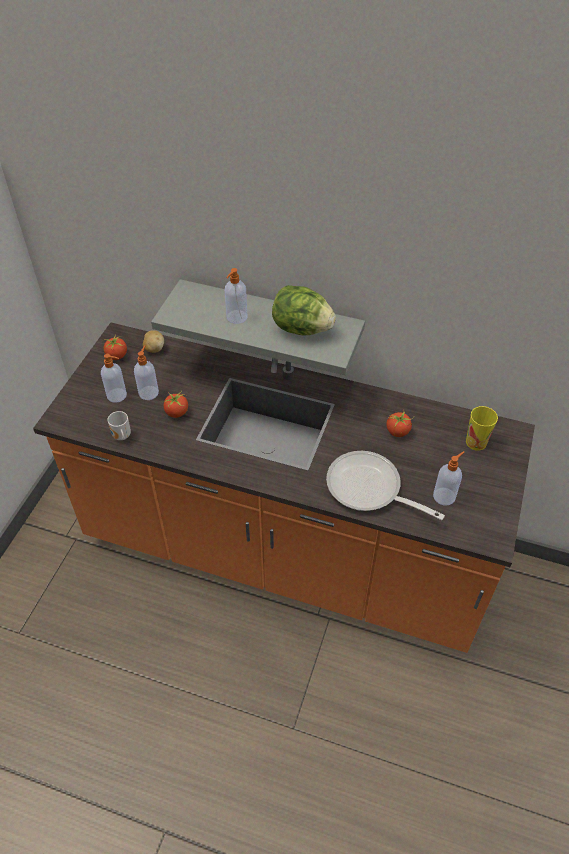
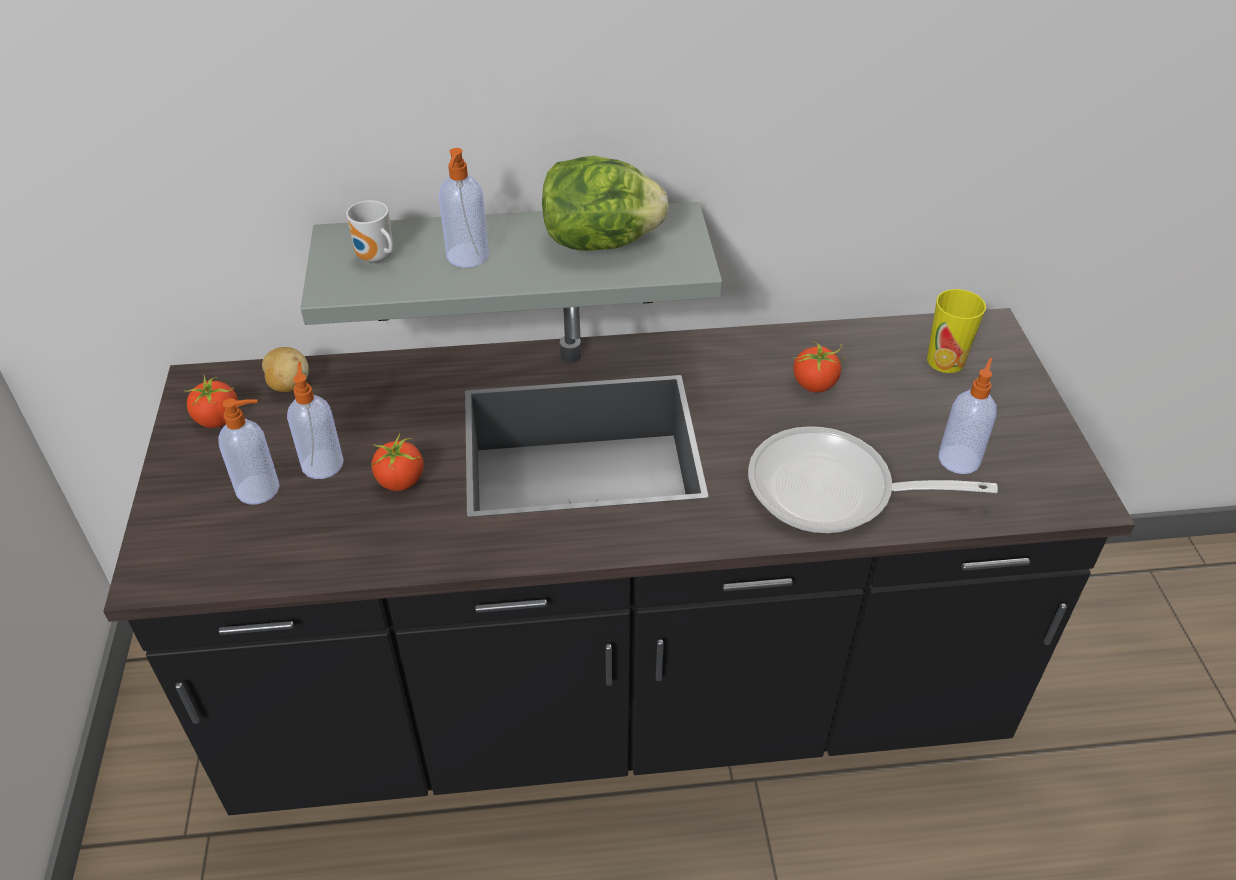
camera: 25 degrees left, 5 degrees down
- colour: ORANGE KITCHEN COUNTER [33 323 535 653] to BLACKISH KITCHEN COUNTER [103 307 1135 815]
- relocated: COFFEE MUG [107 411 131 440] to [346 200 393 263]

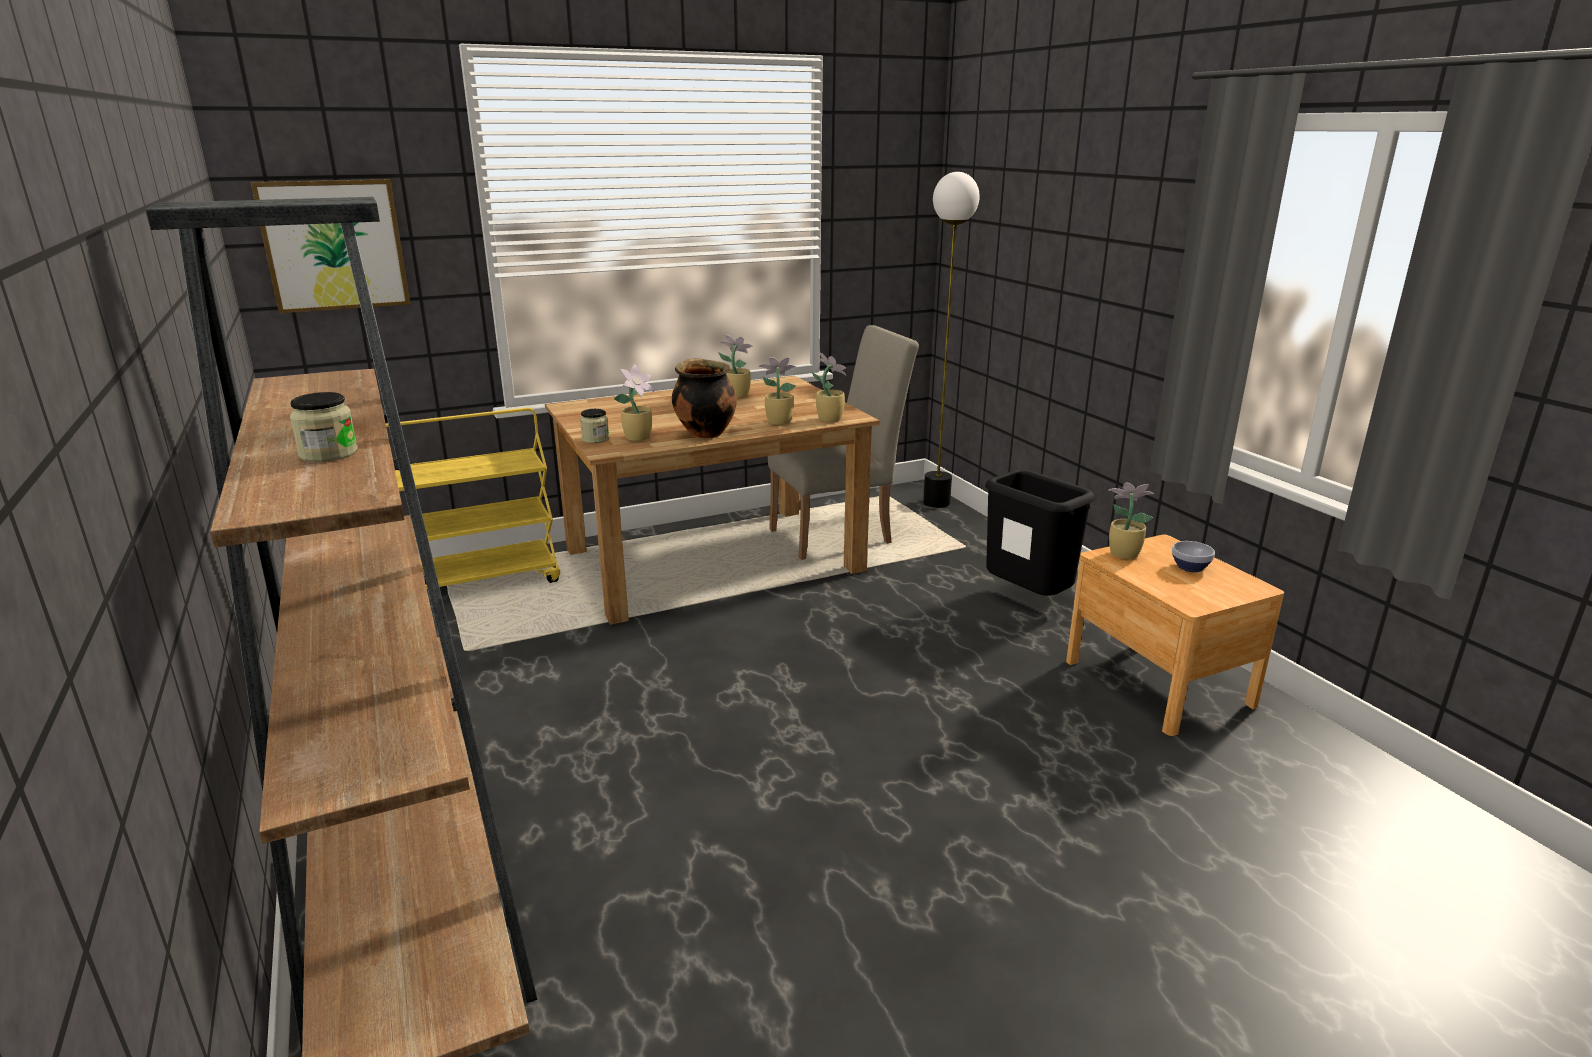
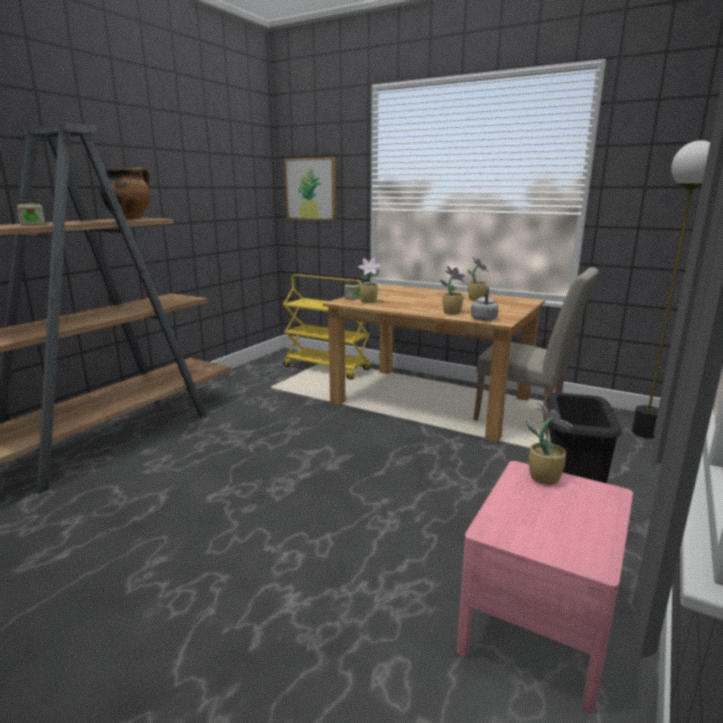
camera: 55 degrees right, 5 degrees down
- relocated: STOCKPOT [672 358 737 439] to [100 167 150 220]
- exchanged: HOUSEPLANT [811 352 846 422] to GREY TEA KETTLE [471 286 499 321]
- colour: BROWNISH NIGHT TABLE [1066 535 1284 736] to PINKISH NIGHT TABLE [457 461 633 713]
- missing: DEEP DISH [1172 541 1215 572]

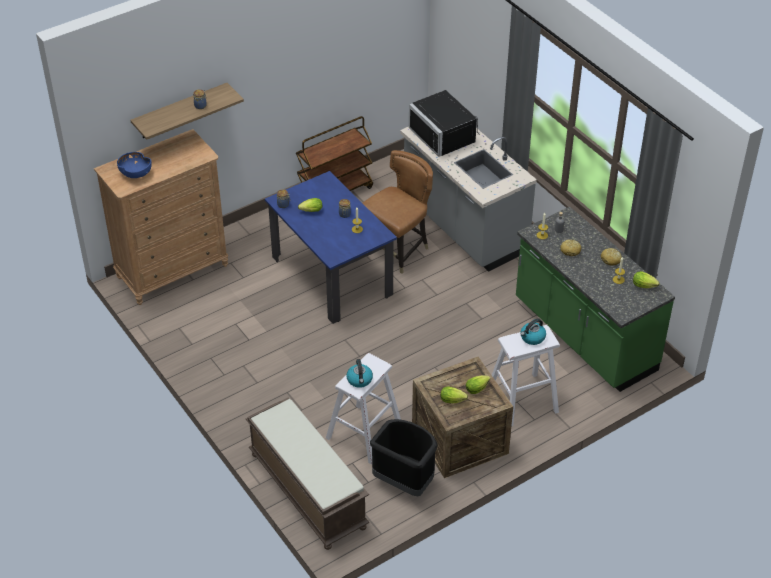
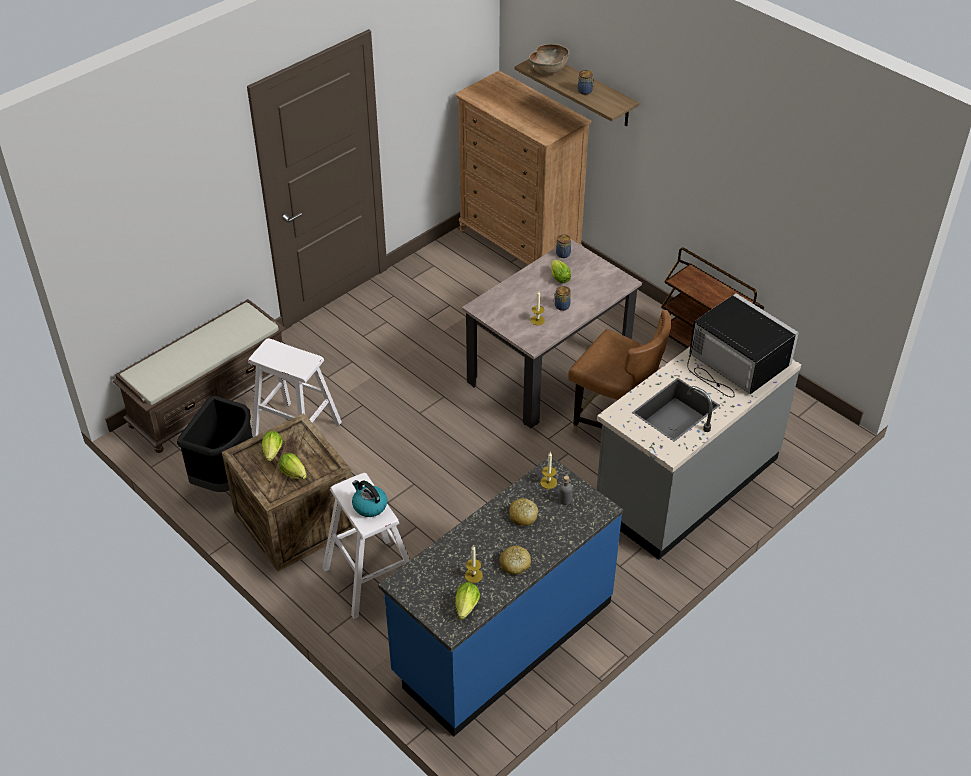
camera: 80 degrees right, 0 degrees up
- missing: BLUISH DEEP DISH [117 152 152 178]
- colour: BLUISH KITCHEN TABLE [265 171 397 324] to BEIGE-COLOURED KITCHEN TABLE [462 239 642 428]
- missing: TEA KETTLE [347 359 373 388]
- spun: BLACKISH MICROWAVE [409 90 480 157] = [687 293 799 398] 90 degrees clockwise
- colour: GREENISH KITCHEN COUNTER [516 207 675 392] to BLUISH KITCHEN COUNTER [378 457 623 736]
- appeared: BROWNISH DEEP DISH [529 44 569 74]

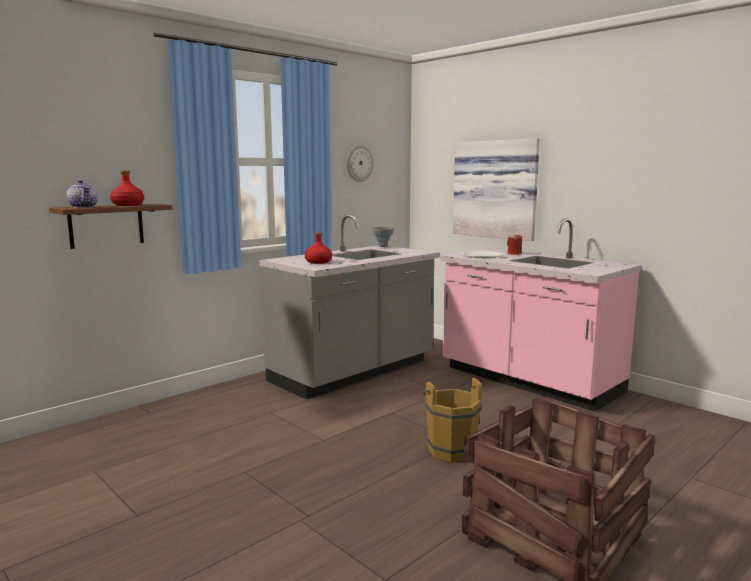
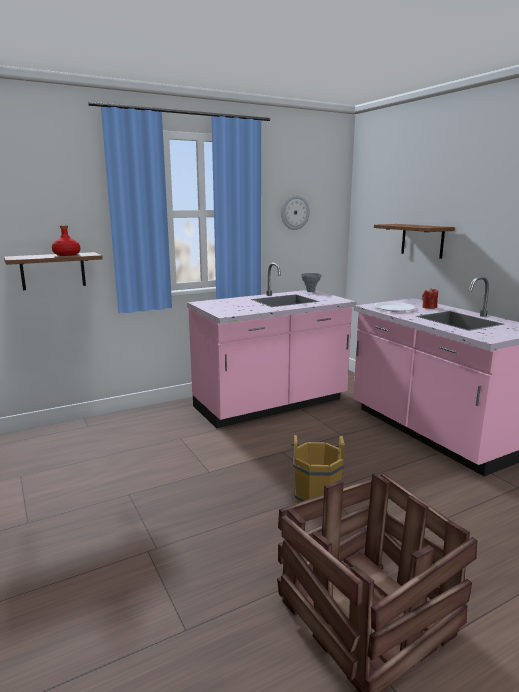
camera: 15 degrees right, 5 degrees up
- missing: TEAPOT [67 180 98 208]
- colour: GREY KITCHEN COUNTER [259 215 439 400] to PINKISH KITCHEN COUNTER [187 262 356 428]
- missing: REDDISH BEVERAGE BOTTLE [305 232 332 264]
- exchanged: PICTURE [453 139 540 241] to BROWNISH BRACKET SHELF [374 224 455 259]

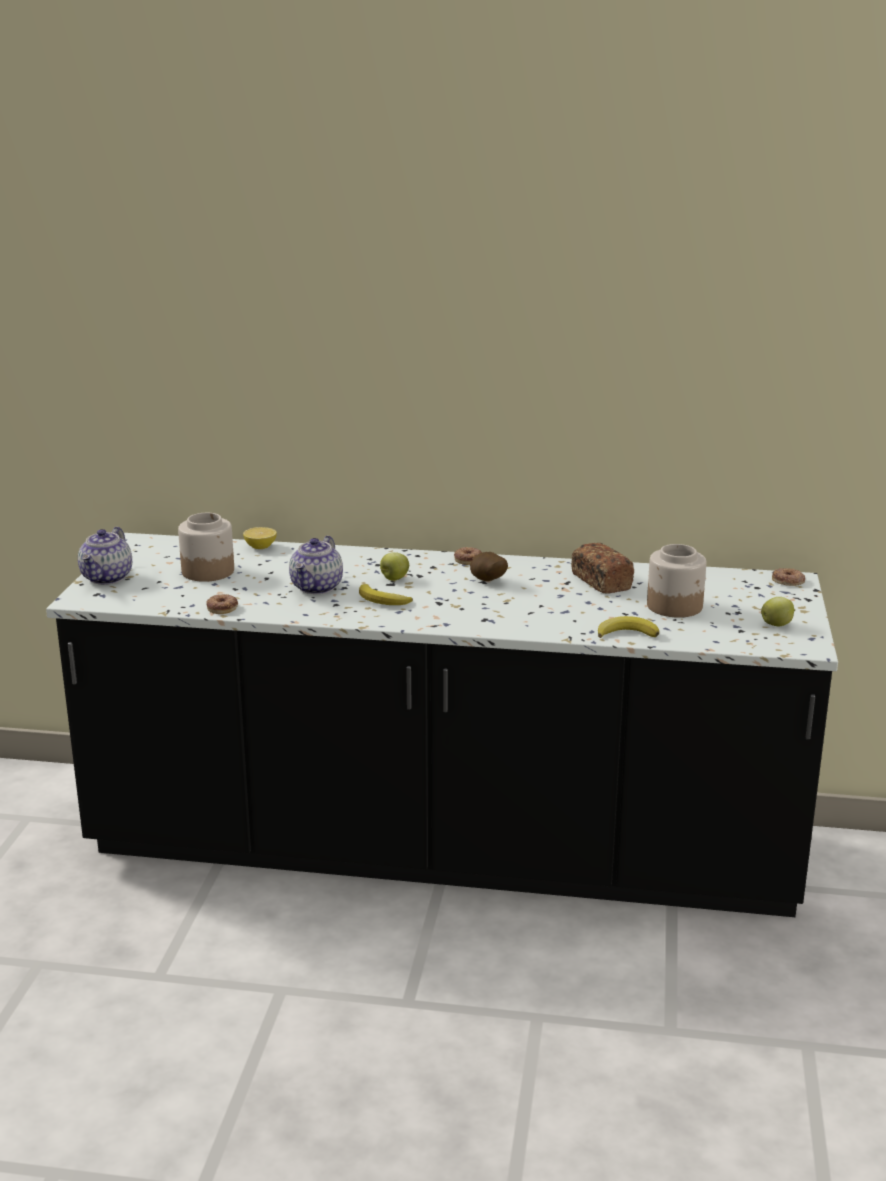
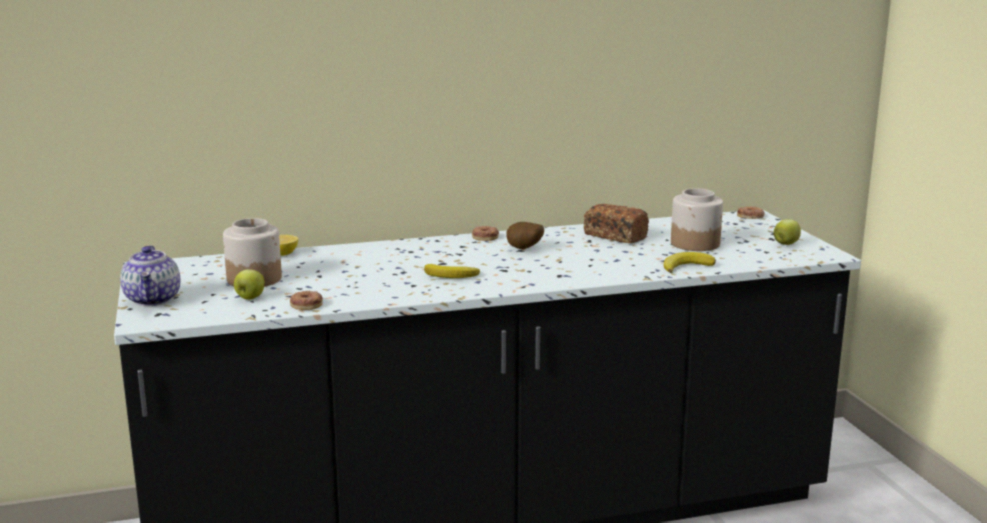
camera: 25 degrees left, 5 degrees down
- missing: TEAPOT [289 536 343 594]
- relocated: WHOLE APPLE [380 552 409 581] to [234 269 265 300]

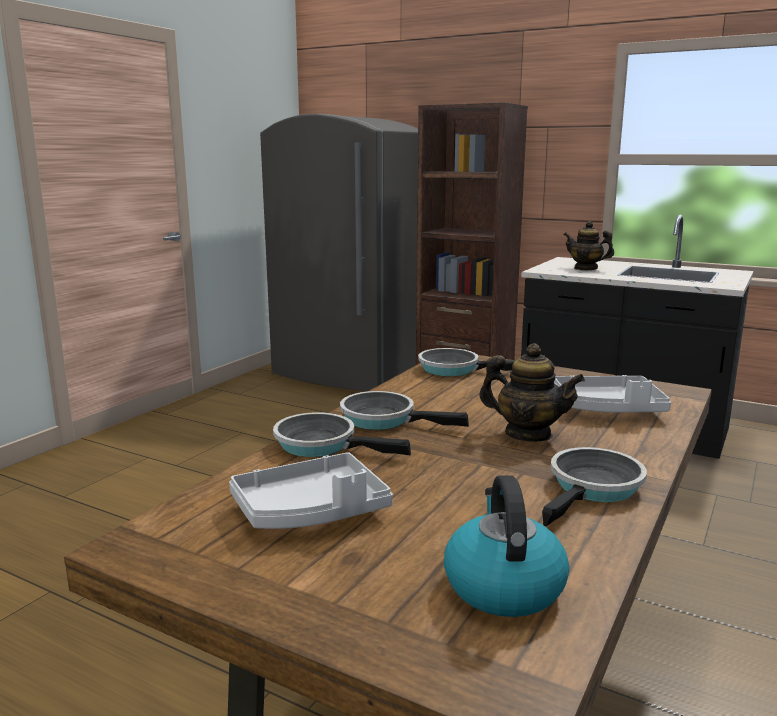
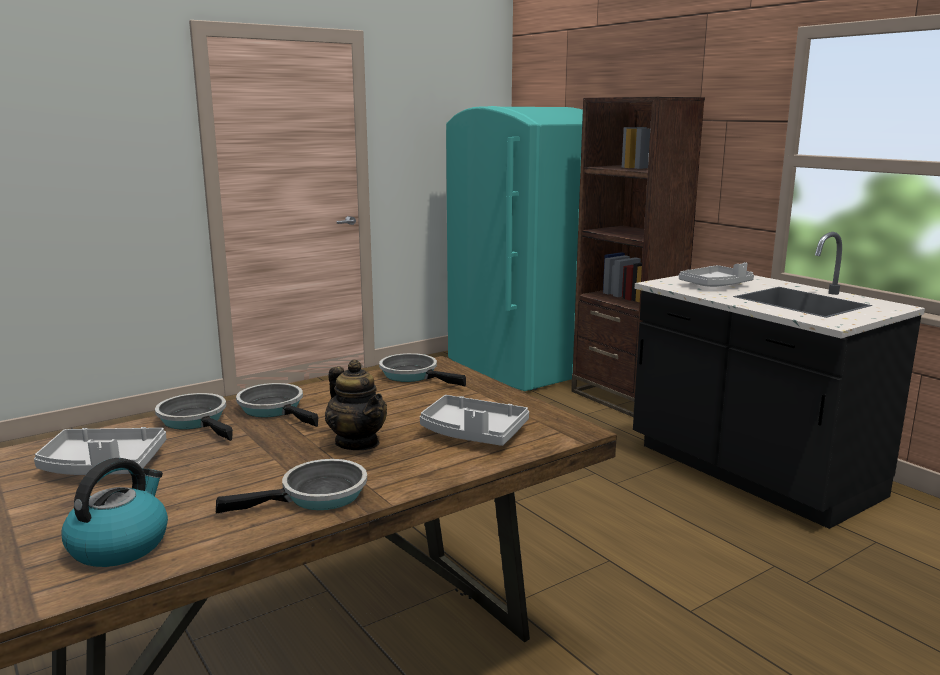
camera: 25 degrees right, 0 degrees up
- colour: GREY FRIDGE [260 114 418 391] to BLUE-GREEN FRIDGE [446 106 583 391]
- exchanged: TEAPOT [564 221 614 270] to GREY TRAY [679 262 754 287]

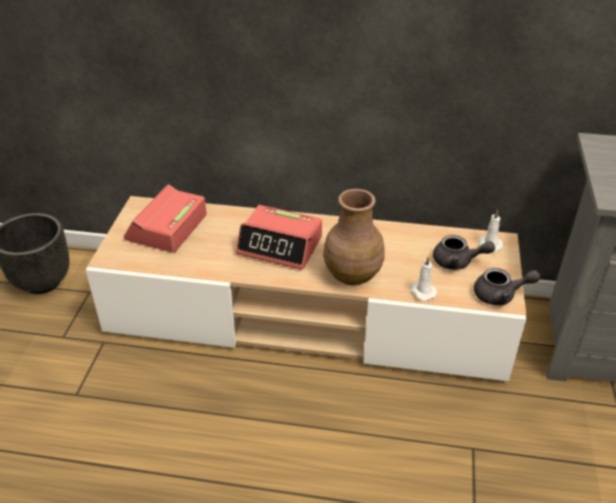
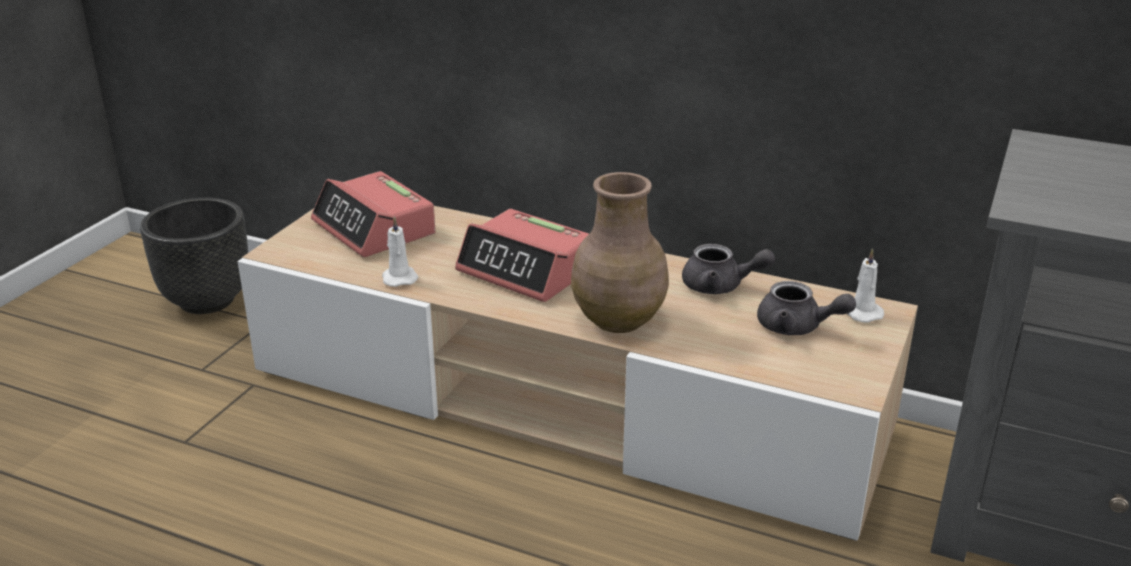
camera: 15 degrees right, 10 degrees down
- spun: BEDSIDE CLOCK [124 184 207 253] = [311 171 436 257] 75 degrees counterclockwise
- relocated: WHITE WAX LIGHT [410 256 437 301] to [382 216 419 287]
- relocated: GREY TEAPOT [474 268 541 305] to [682 244 775 294]

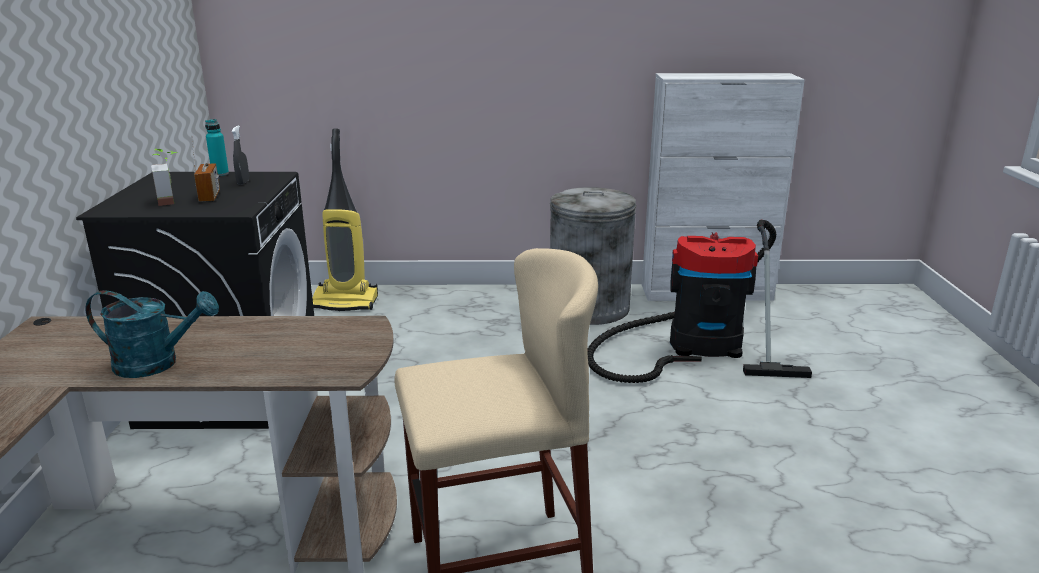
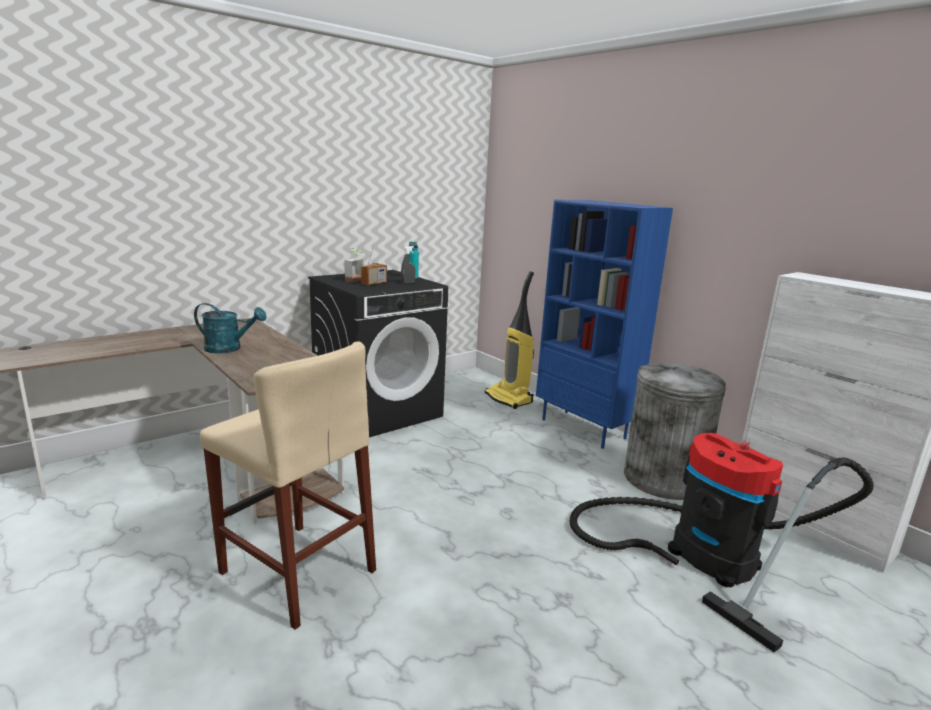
camera: 50 degrees right, 5 degrees down
- spun: BLUE-GREEN SPRINKLING CAN [86 290 219 378] = [194 303 267 353] 45 degrees counterclockwise
- appeared: BLUISH SHELVING UNIT [536 200 673 449]

